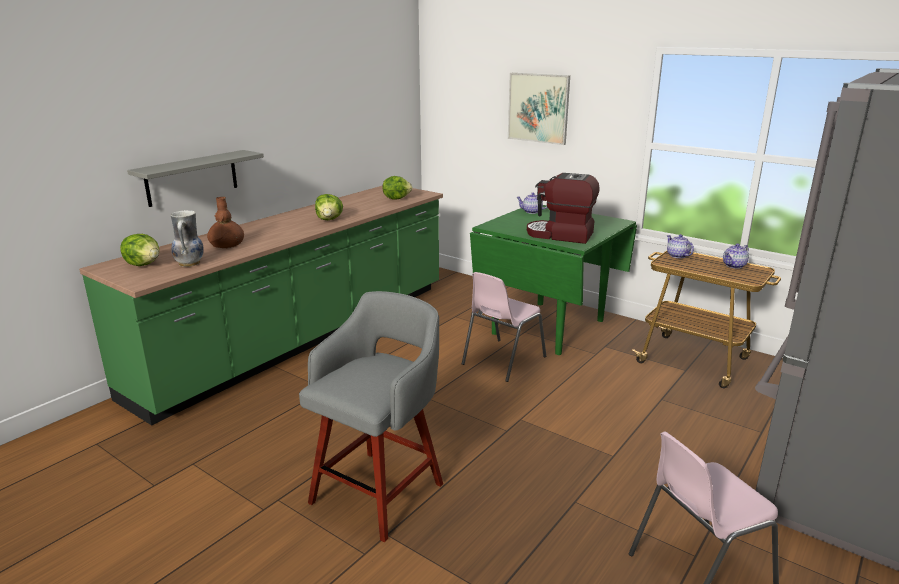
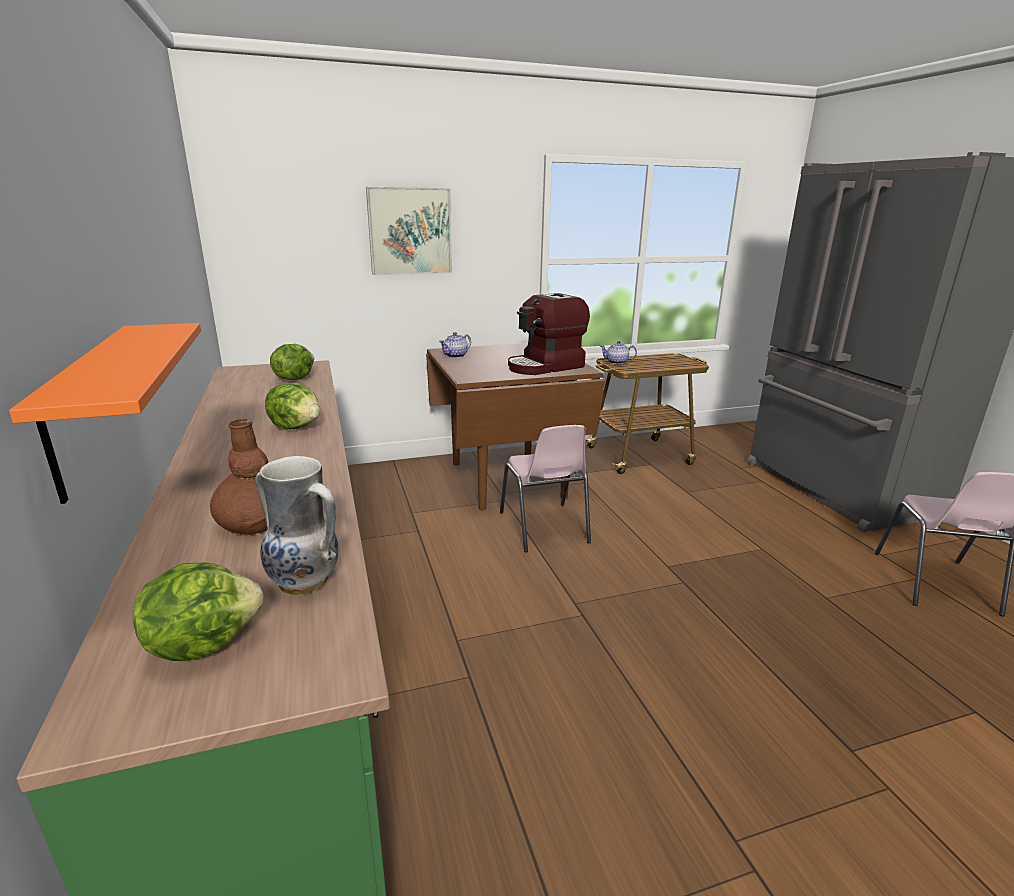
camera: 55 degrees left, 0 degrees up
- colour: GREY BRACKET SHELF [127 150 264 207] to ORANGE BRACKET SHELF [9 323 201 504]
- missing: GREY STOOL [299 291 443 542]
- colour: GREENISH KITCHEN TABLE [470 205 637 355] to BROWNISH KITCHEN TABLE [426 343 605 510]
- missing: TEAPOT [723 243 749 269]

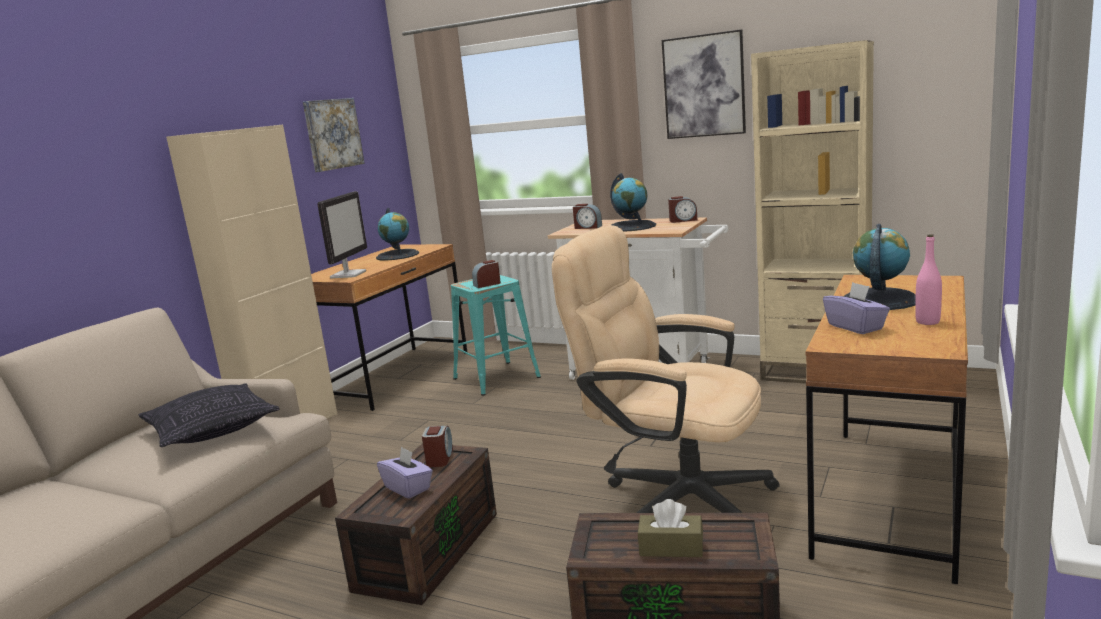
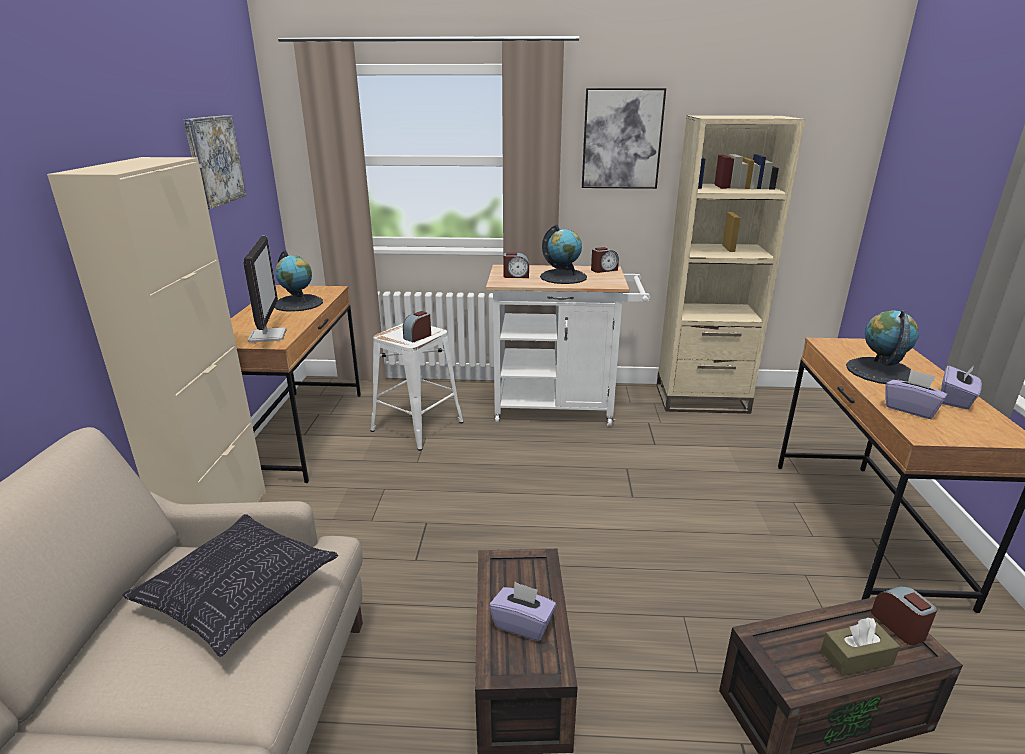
camera: 25 degrees left, 10 degrees up
- relocated: BEDSIDE CLOCK [422 426 453 467] to [871 586 937 645]
- colour: BLUE-GREEN STOOL [451 275 541 396] to WHITE STOOL [371 323 463 451]
- missing: BEIGE-COLOURED OFFICE CHAIR [552 225 780 513]
- exchanged: PINKISH BEVERAGE BOTTLE [915 234 942 325] to PURPLISH BOX OF TISSUES [941 364 982 410]

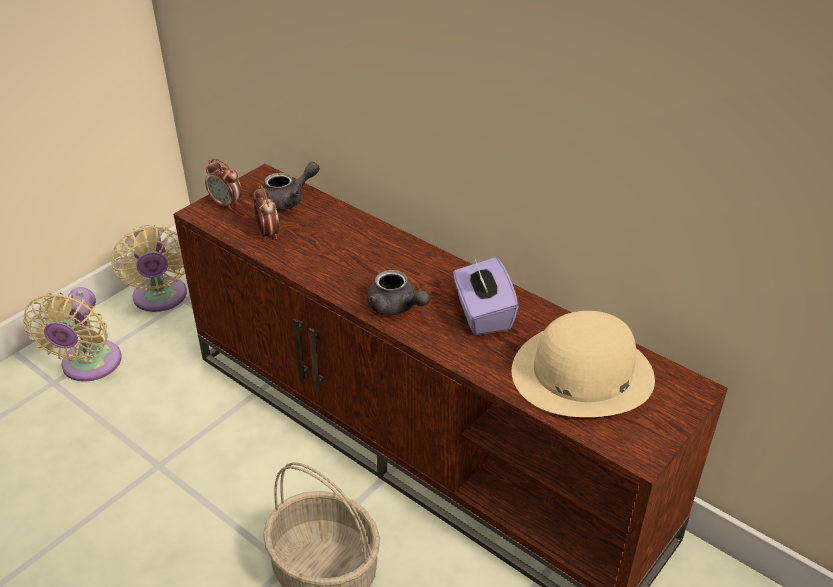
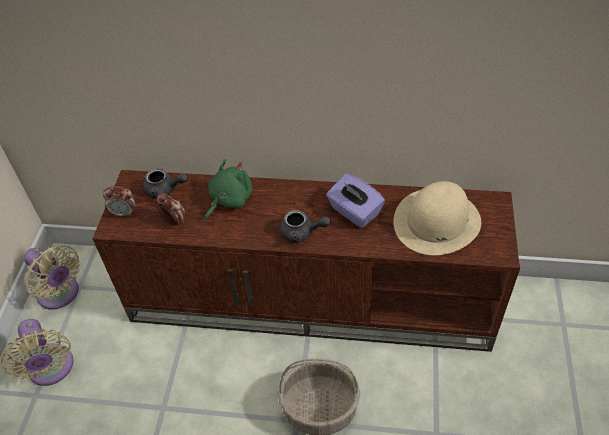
camera: 30 degrees left, 10 degrees up
- spun: GREY TEAPOT [261 162 320 211] = [143 168 188 199] 75 degrees clockwise
- appeared: GREENISH CUDDLY TOY [205 159 252 220]

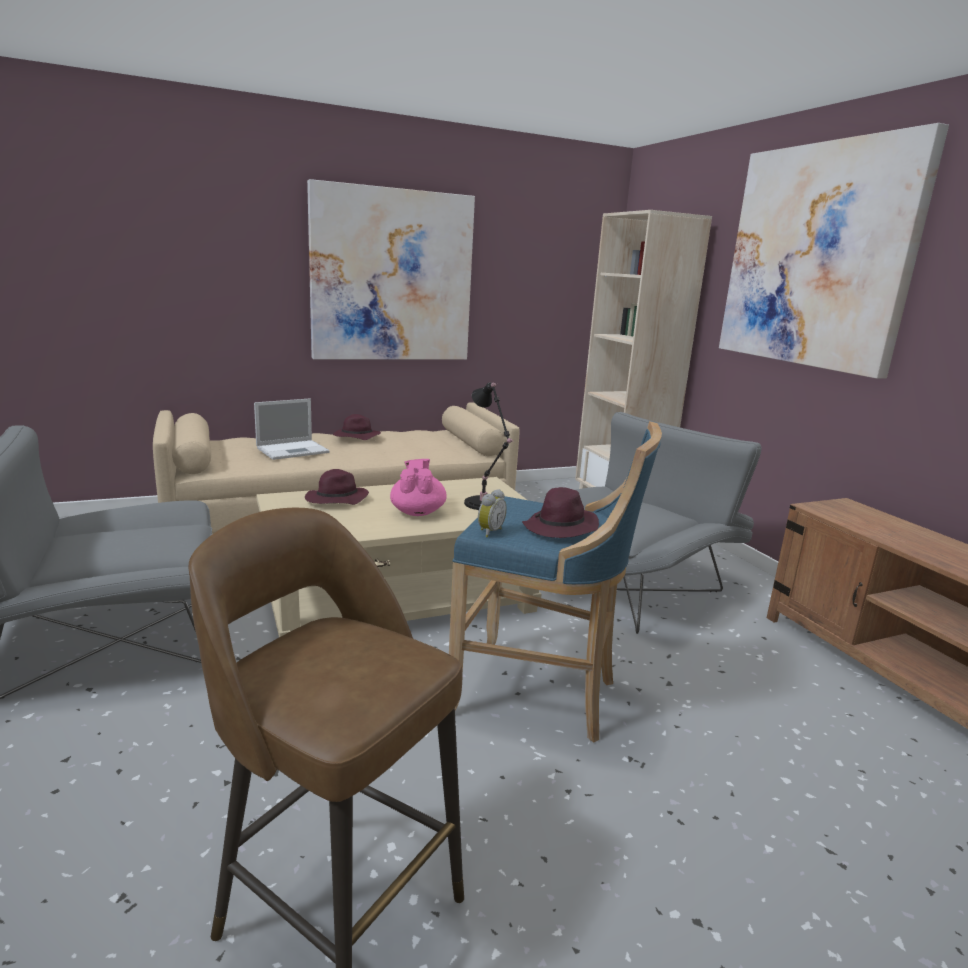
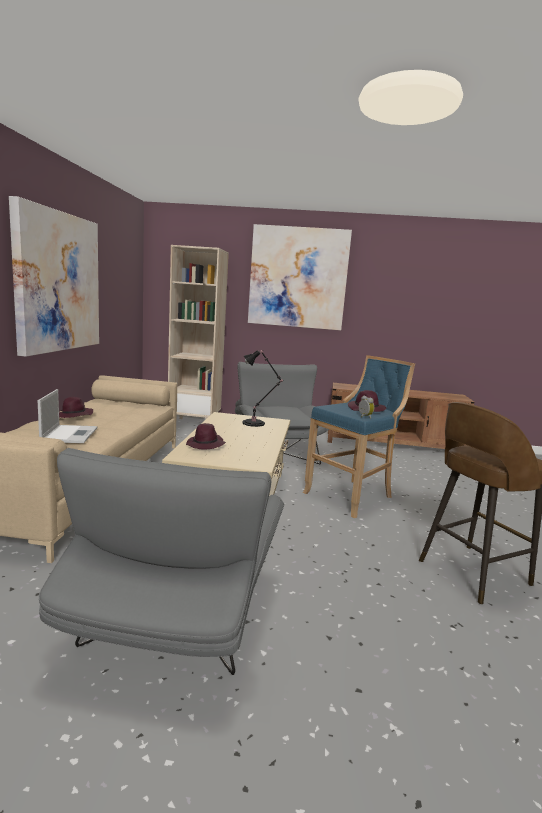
camera: 60 degrees left, 5 degrees down
- missing: PINKISH TEAPOT [390 459 447 516]

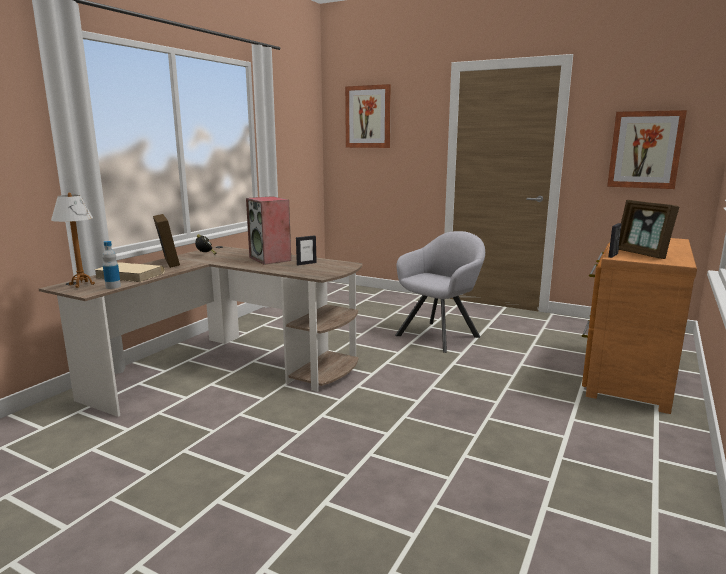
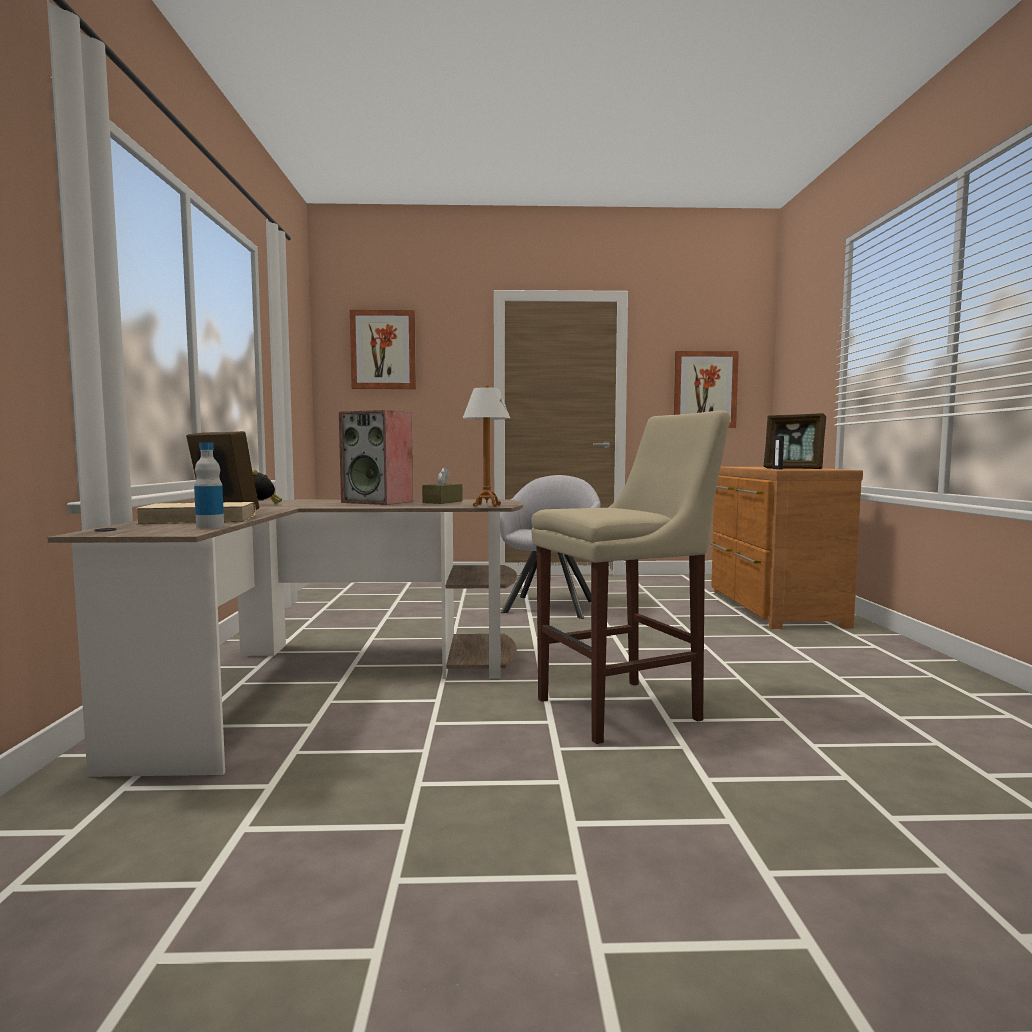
camera: 30 degrees left, 10 degrees down
- relocated: LAMP FOR A TABLE [51 193 95 288] to [463 385 510 507]
- exchanged: PHOTO FRAME [296 235 317 265] to BROWNISH BOX OF TISSUES [422 467 462 504]
- appeared: BEIGE-COLOURED STOOL [531 410 730 744]

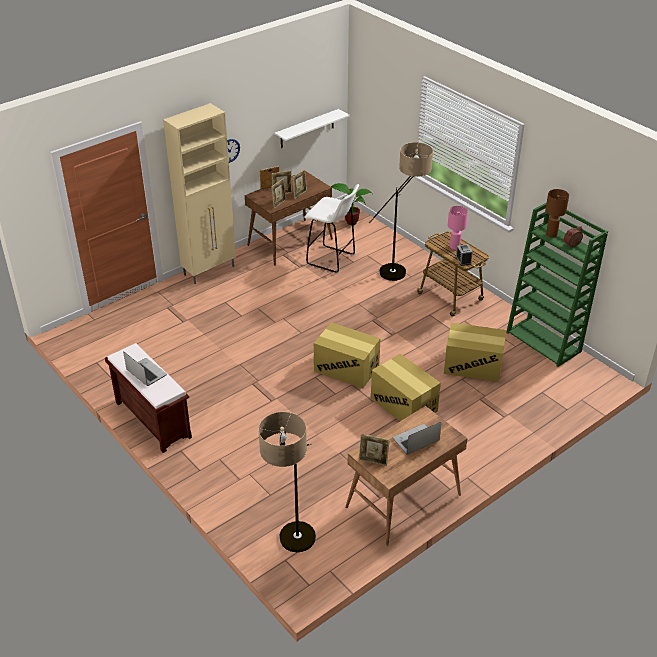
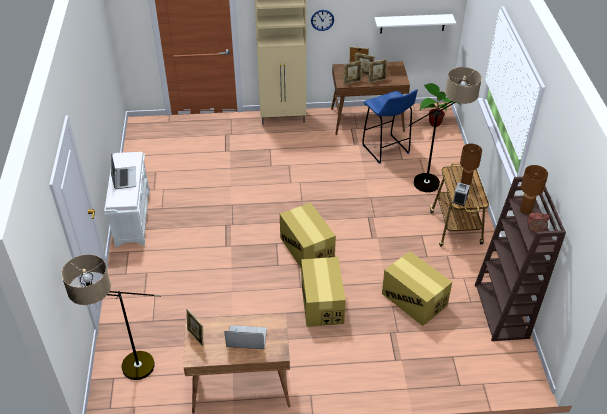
camera: 35 degrees right, 5 degrees up
- colour: BROWNISH INDOOR BENCH [105 343 192 453] to WHITE INDOOR BENCH [104 152 150 247]
- colour: WHITE STOOL [304 184 359 274] to BLUISH STOOL [362 89 418 164]
- colour: PINKISH LAMP FOR A TABLE [448 206 468 250] to BROWNISH LAMP FOR A TABLE [460 143 482 185]
- colour: GREENISH SHELVING UNIT [506 202 608 367] to BROWNISH SHELVING UNIT [475 177 566 341]

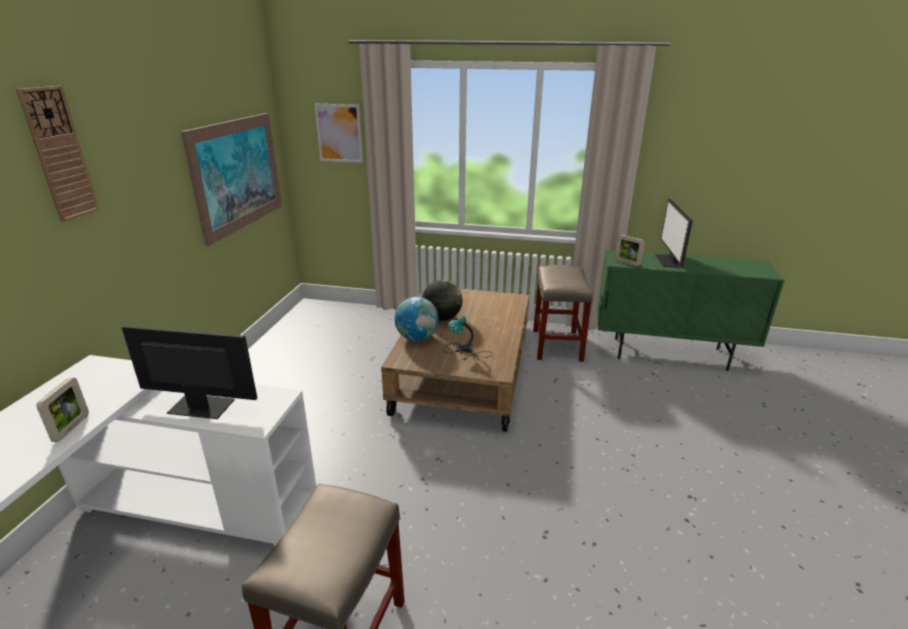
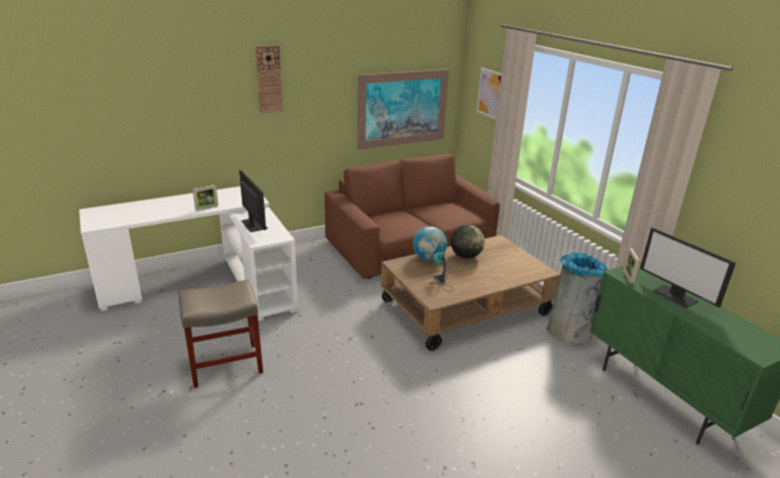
camera: 50 degrees right, 0 degrees up
- exchanged: BEIGE-COLOURED STOOL [533 265 593 362] to GREY RUBBISH BIN [546 252 607 344]
- spun: MONITOR [655 199 693 268] = [640 227 736 308] 90 degrees counterclockwise
- appeared: BROWNISH COUCH [325 154 500 279]

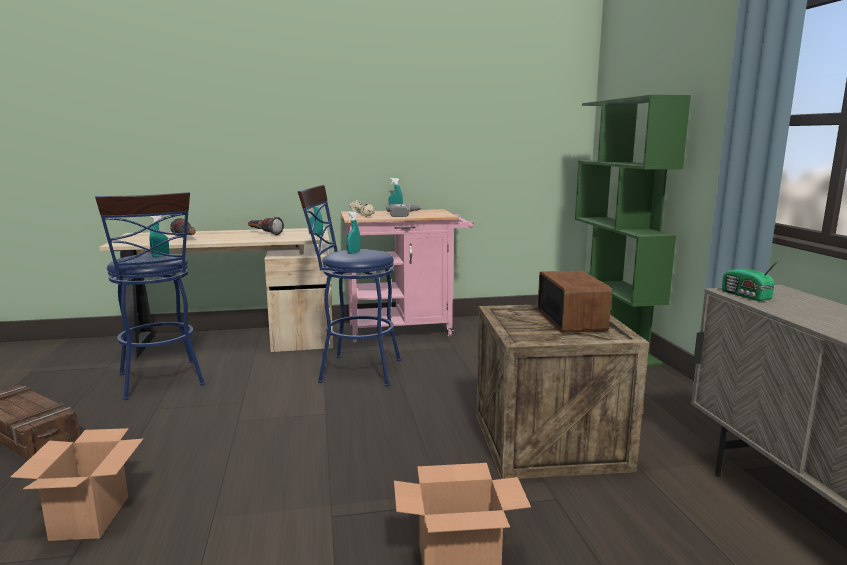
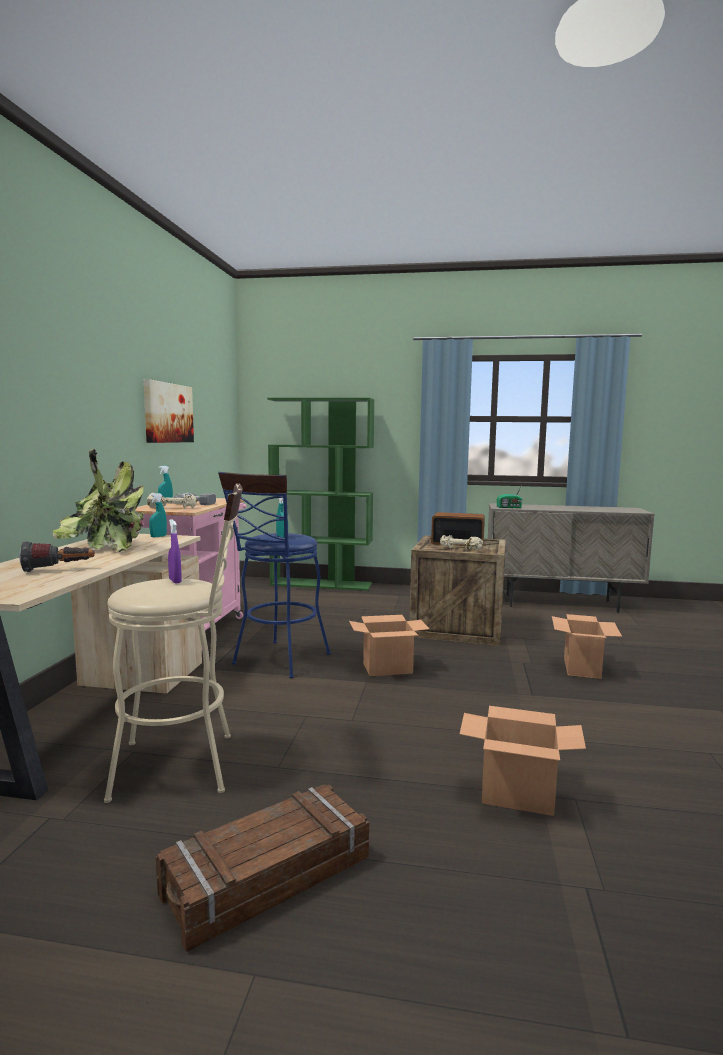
camera: 70 degrees left, 5 degrees down
- colour: BLUISH STOOL [95 192 205 400] to BEIGE-COLOURED STOOL [104 483 243 803]
- colour: BLUE-GREEN HAND SPRAYER [149 215 169 258] to PURPLISH HAND SPRAYER [168 519 182 583]
- exchanged: FLASHLIGHT [248 217 284 235] to HOUSEPLANT [53 449 144 552]
- appeared: PICTURE [144 379 194 443]
- appeared: PACKING BOX [349 615 429 676]
- appeared: BEIGE-COLOURED FREE WEIGHT [440 535 483 550]

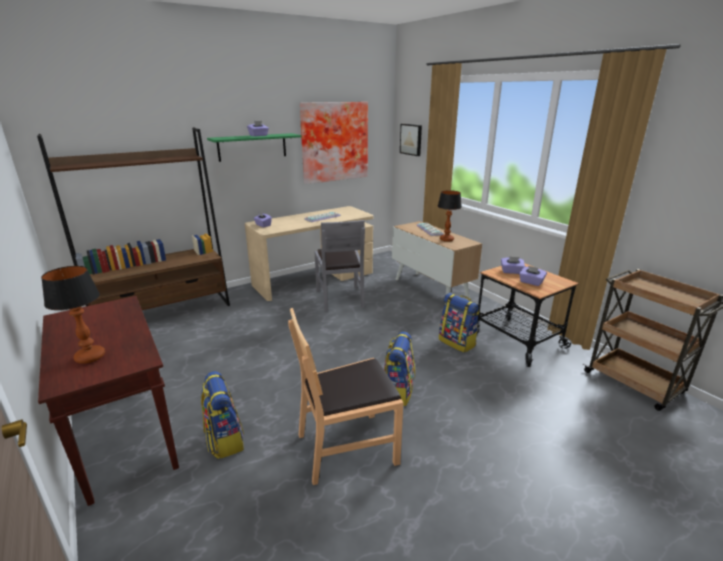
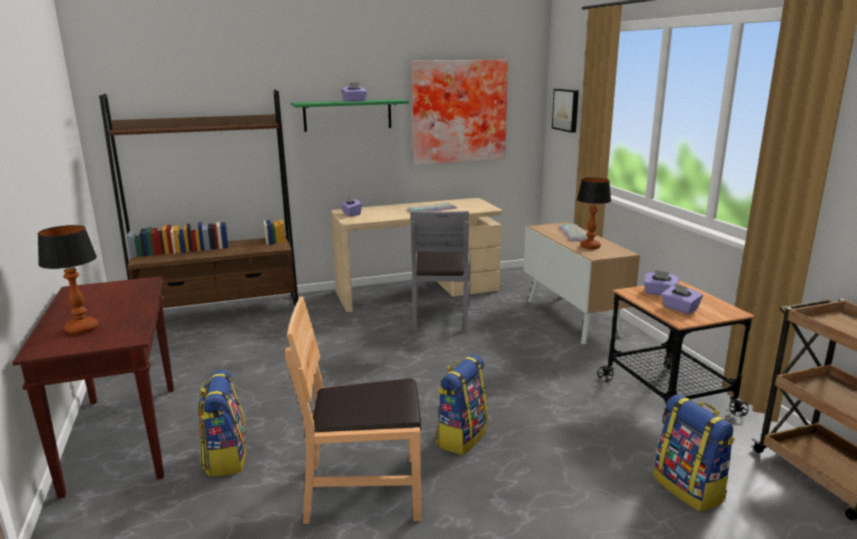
camera: 15 degrees right, 5 degrees down
- relocated: KNAPSACK [439 293 479 353] to [653 394 735 512]

